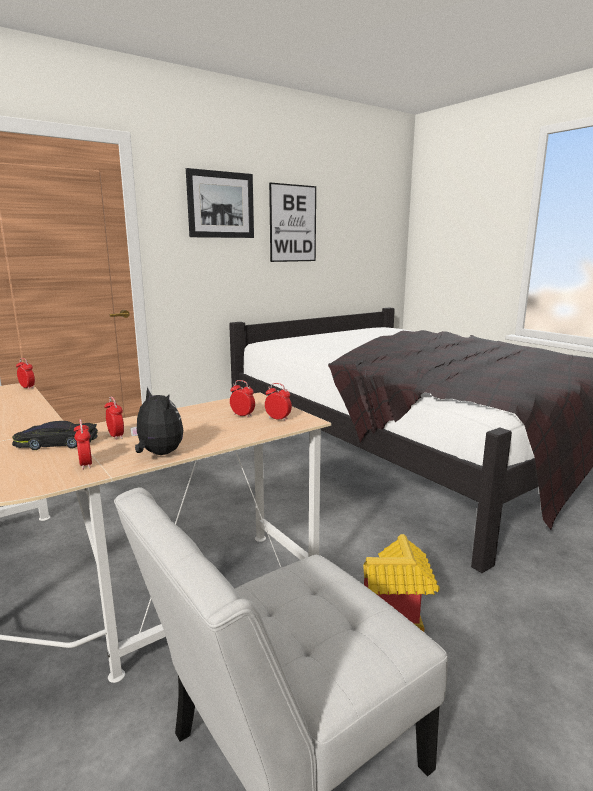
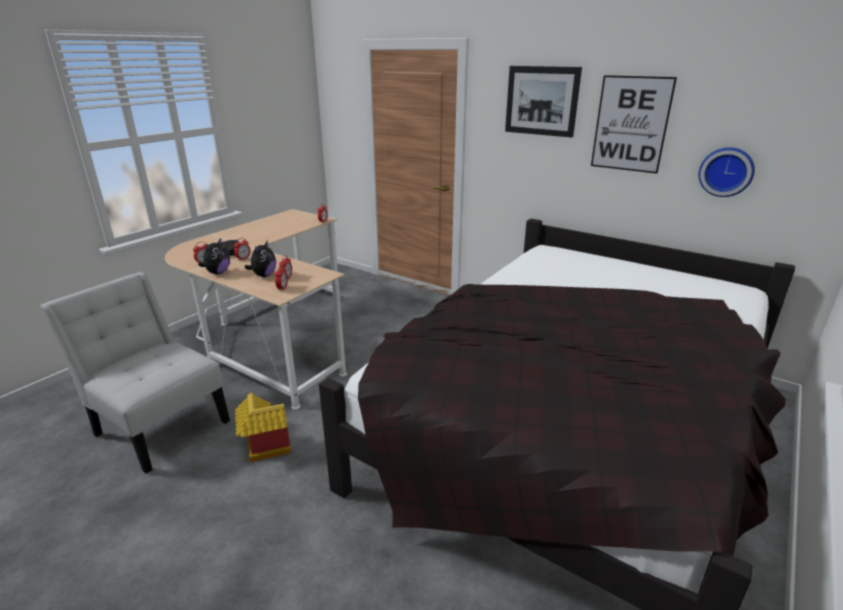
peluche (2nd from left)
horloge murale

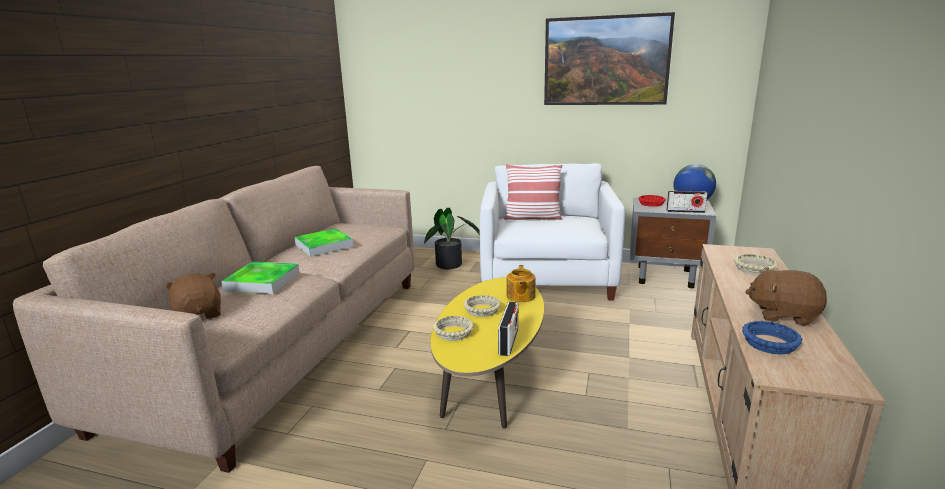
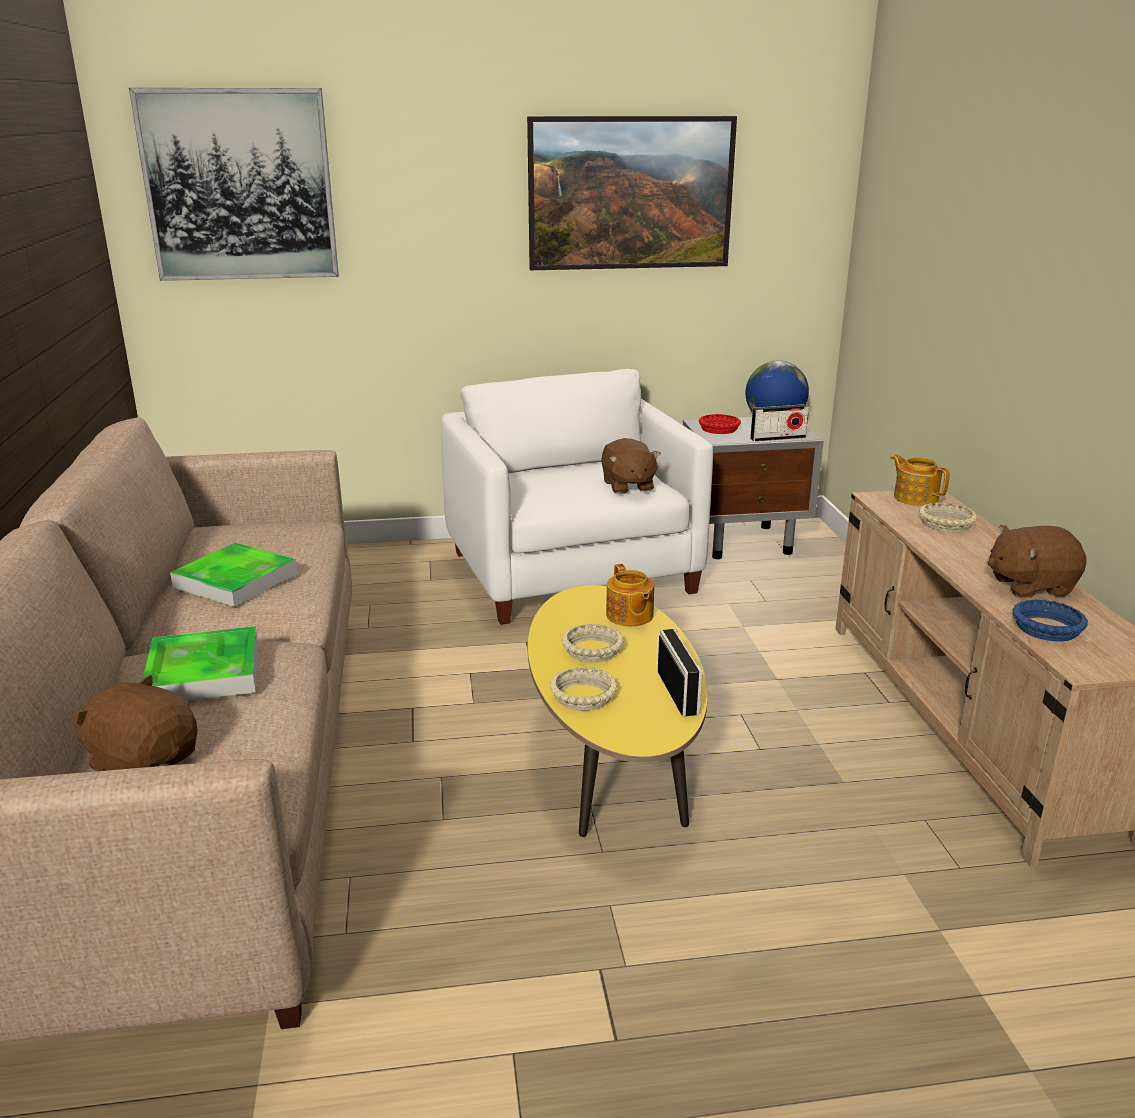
tableau (1st from left)
peluche [marron] (2nd from left)
théière (2nd from left)
plante en pot
coussin

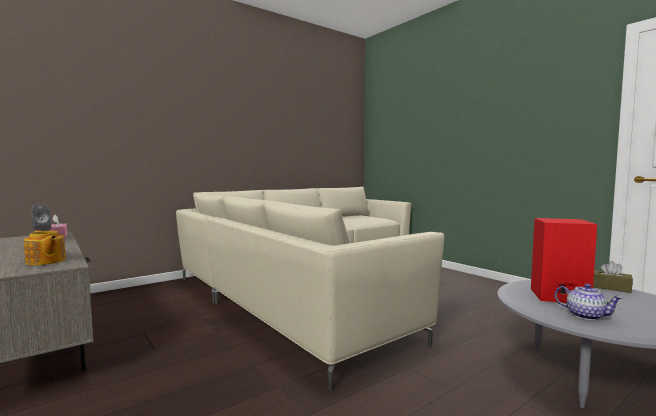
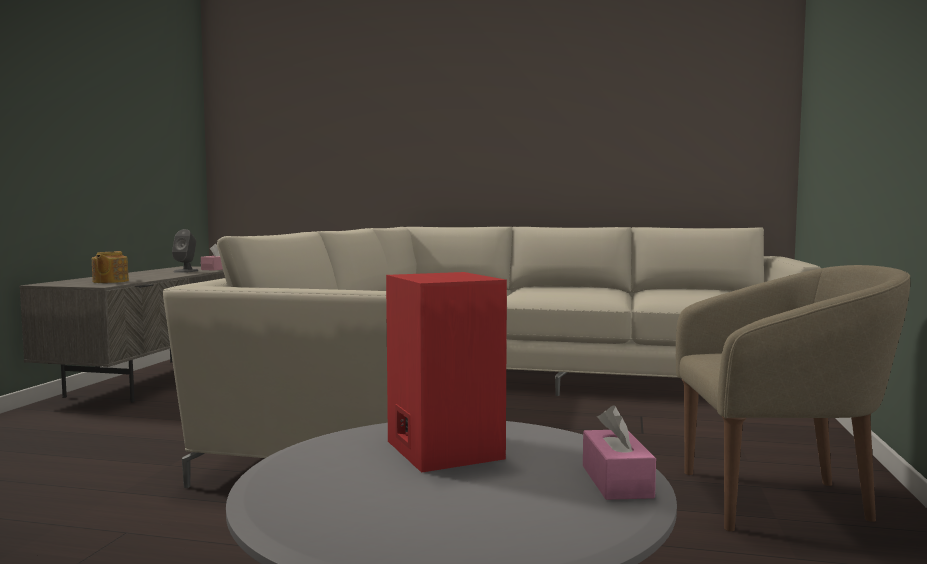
boîte à mouchoirs [rose] (2nd from left)
fauteuil [beige]
théière (2nd from left in the first image)

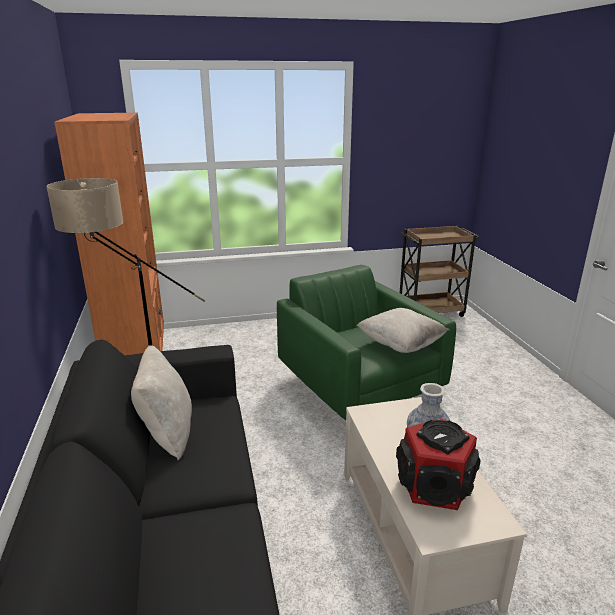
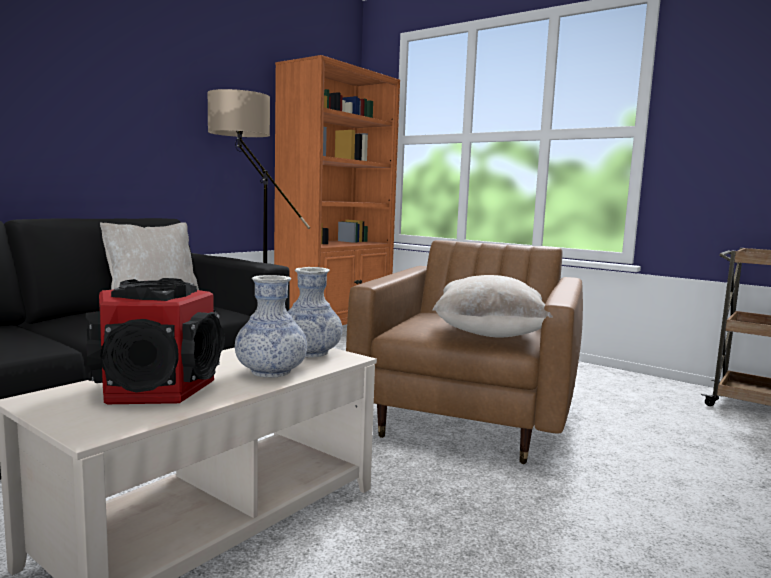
vase (2nd from left)
fauteuil [marron]

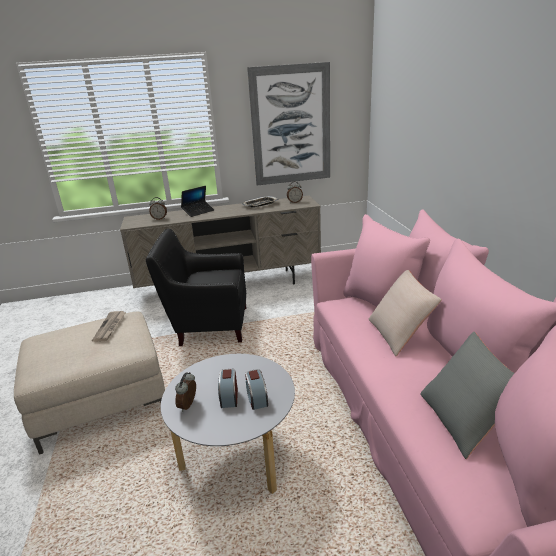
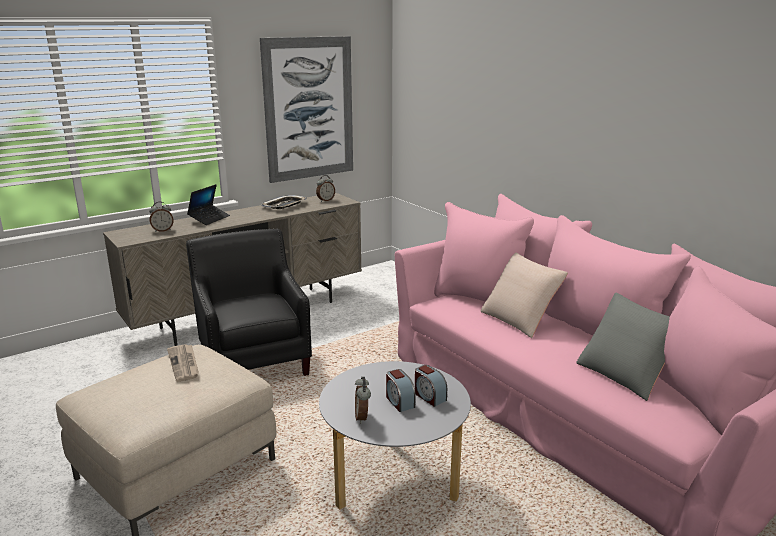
fauteuil [noir]

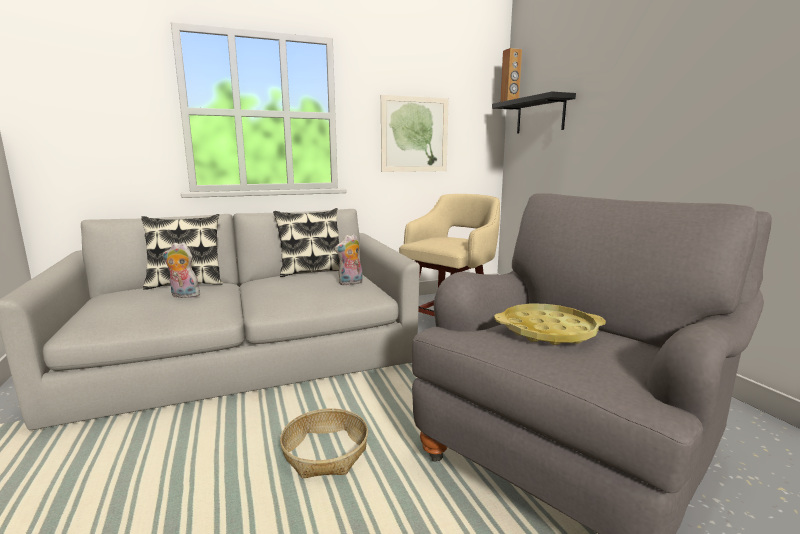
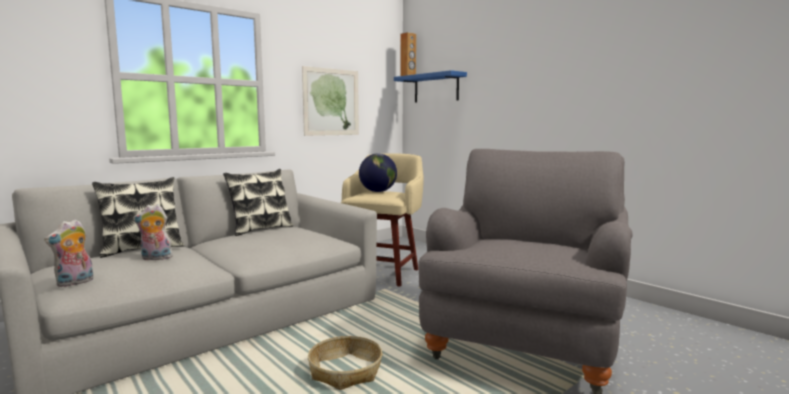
peluche (1st from left)
globe
étagère [bleu]
plateau [jaune]

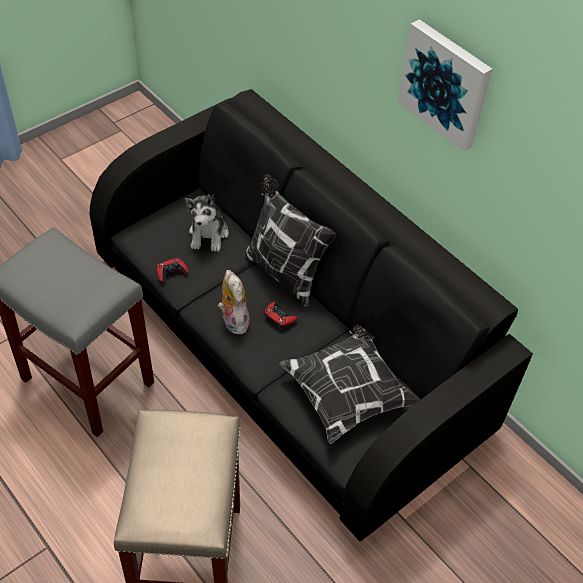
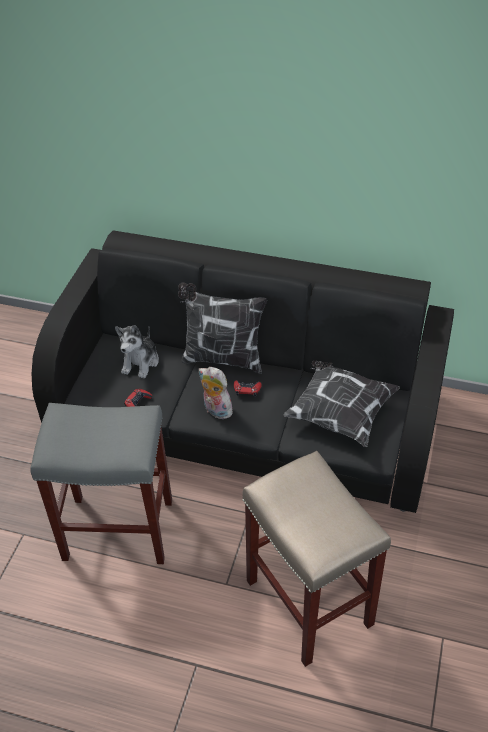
peluche (1st from left)
tableau

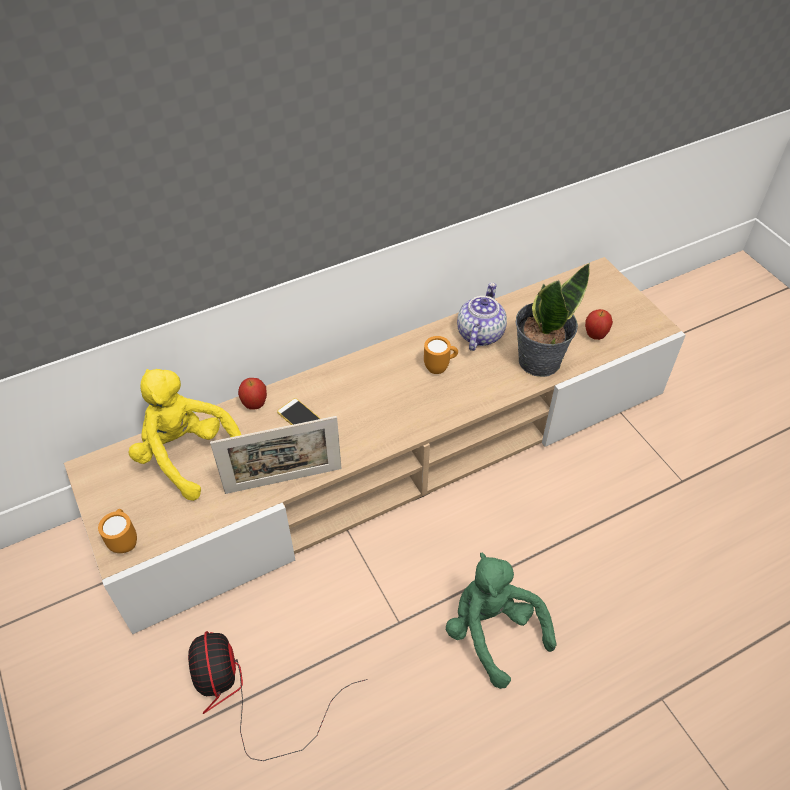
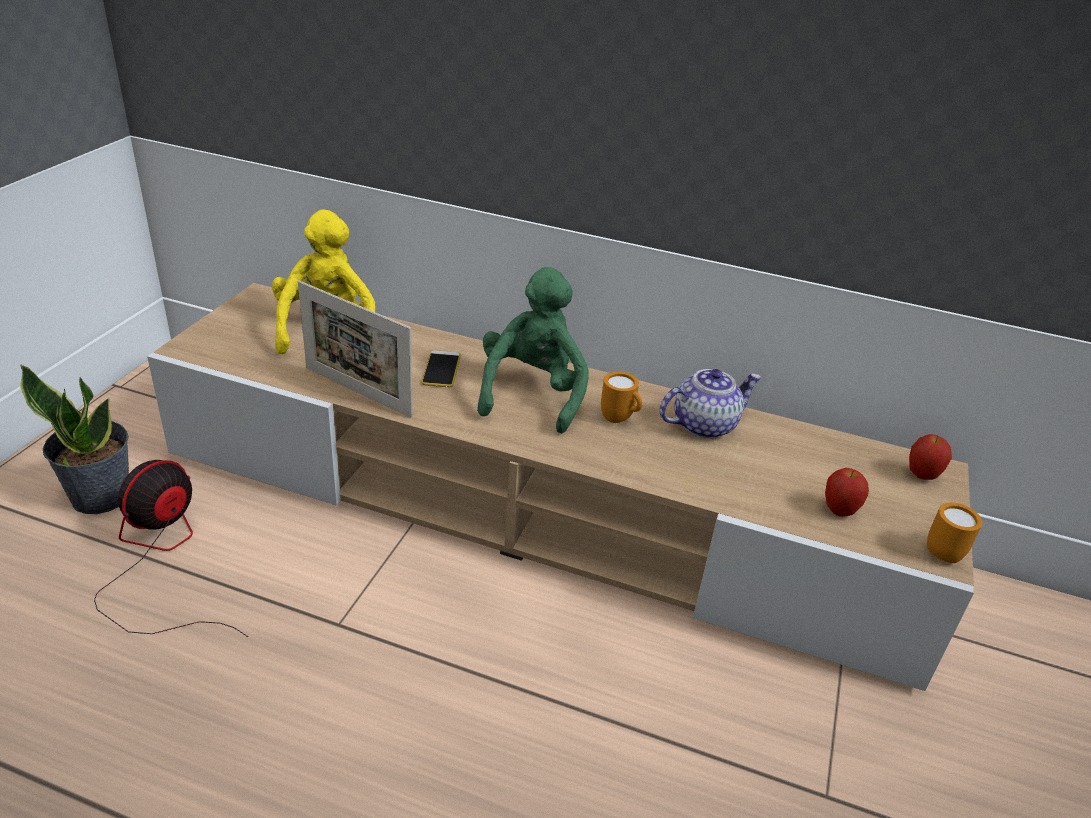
plante en pot
peluche [vert]
pomme (2nd from left)
mug [orange] (2nd from left)

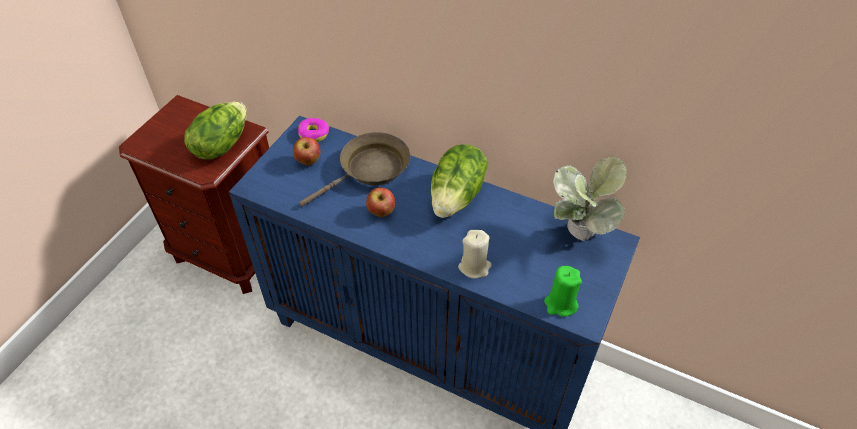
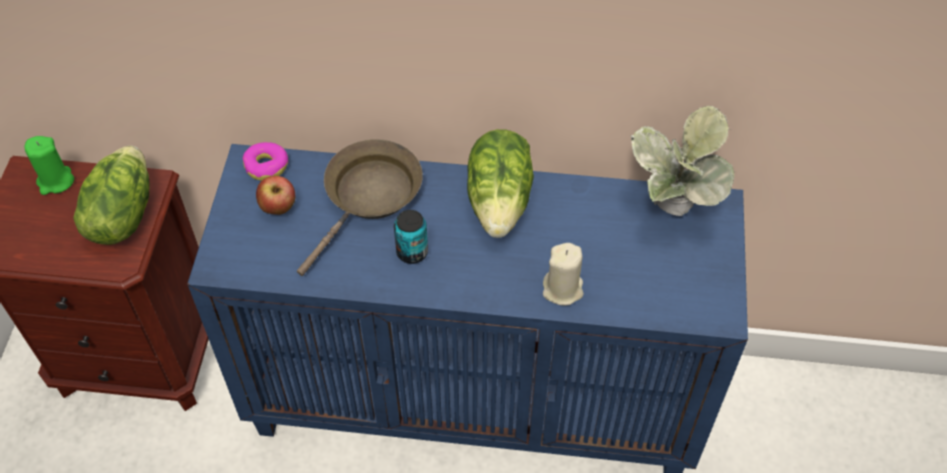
bougie [vert]
boîte métallique

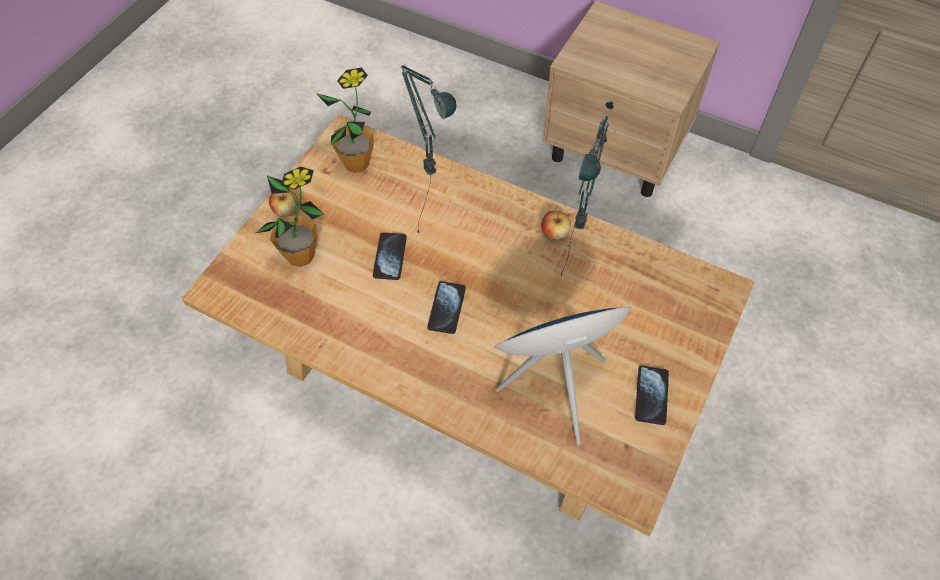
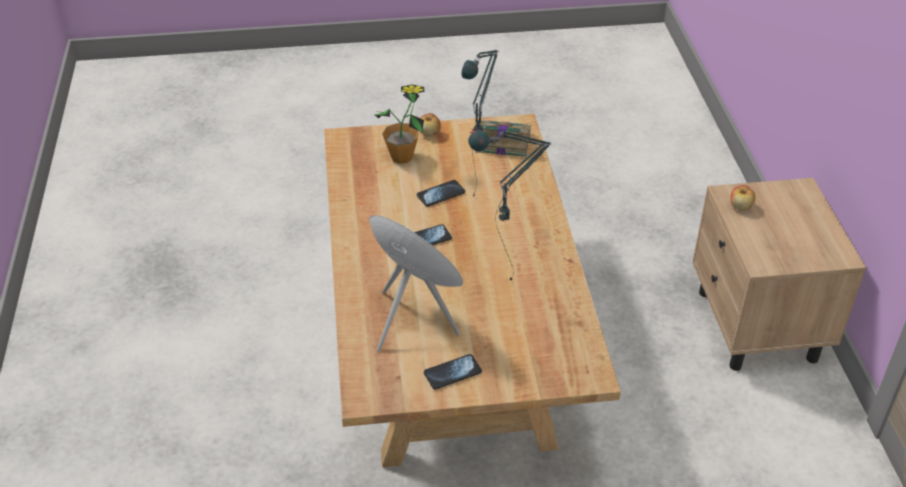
livre
pomme (2nd from left)

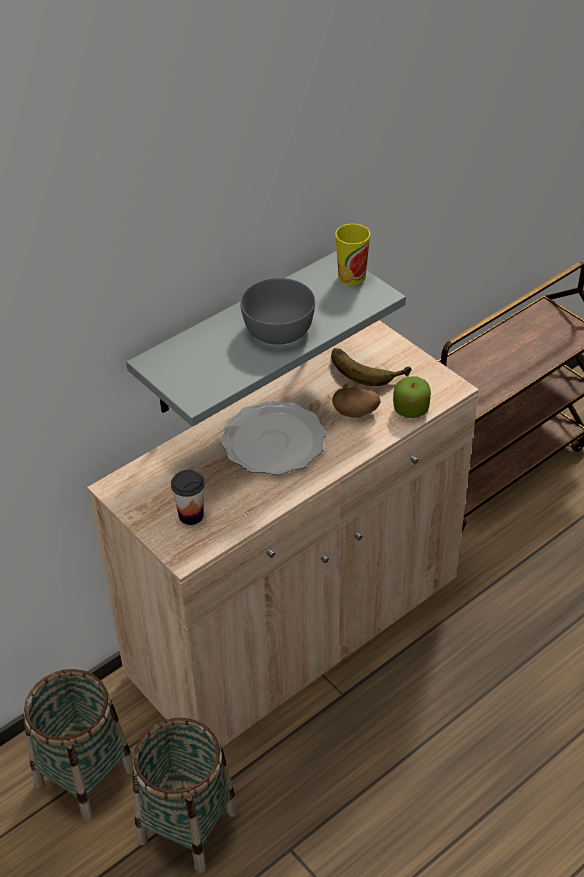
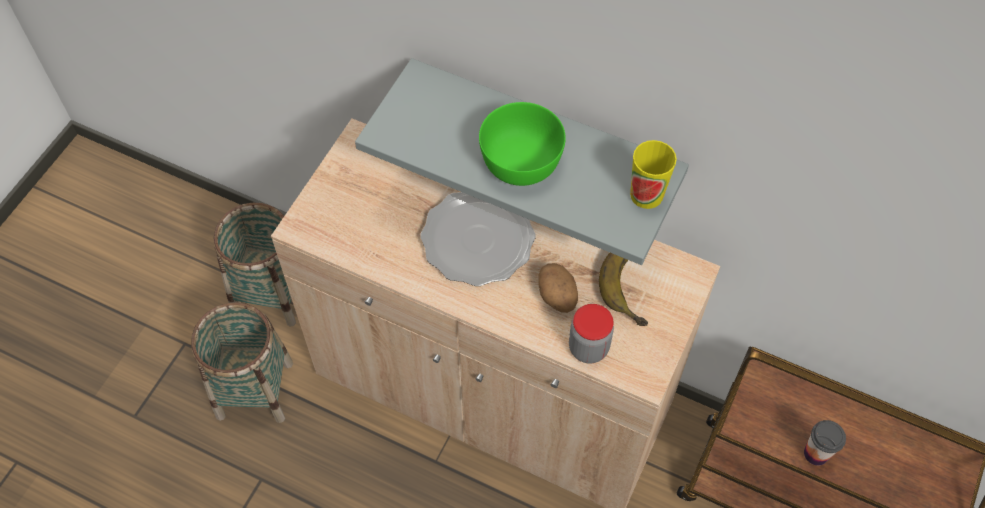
bol [vert]
bocal
tasse (2nd from left)

